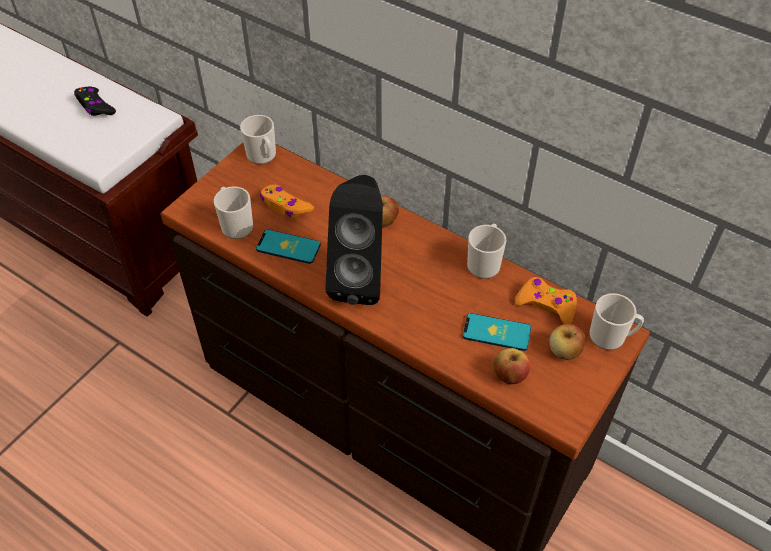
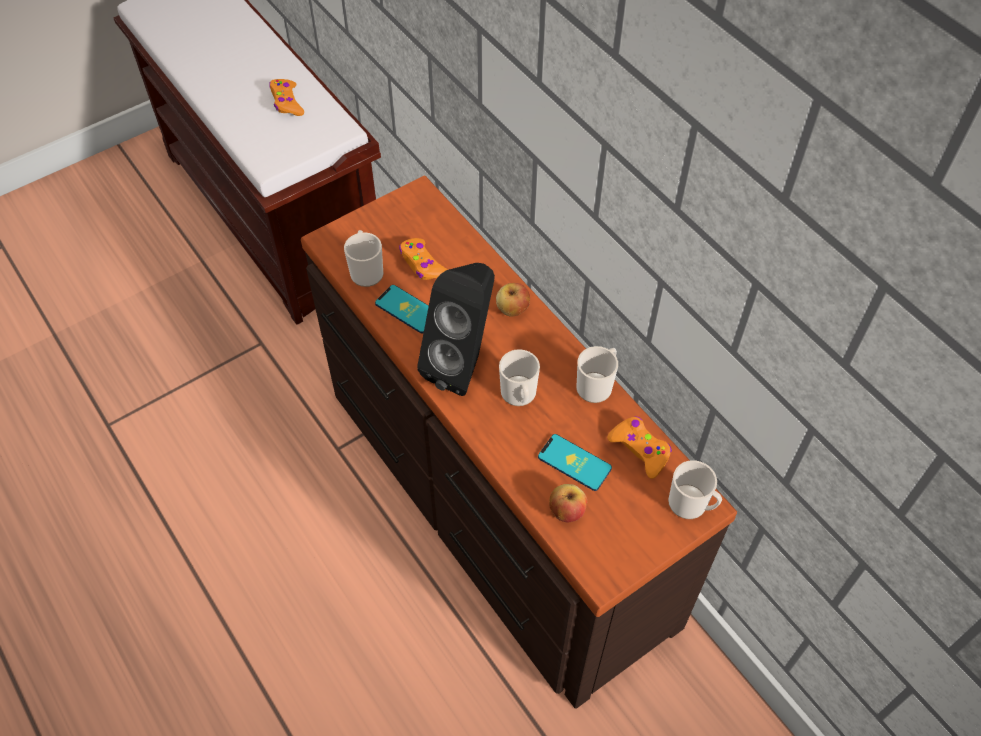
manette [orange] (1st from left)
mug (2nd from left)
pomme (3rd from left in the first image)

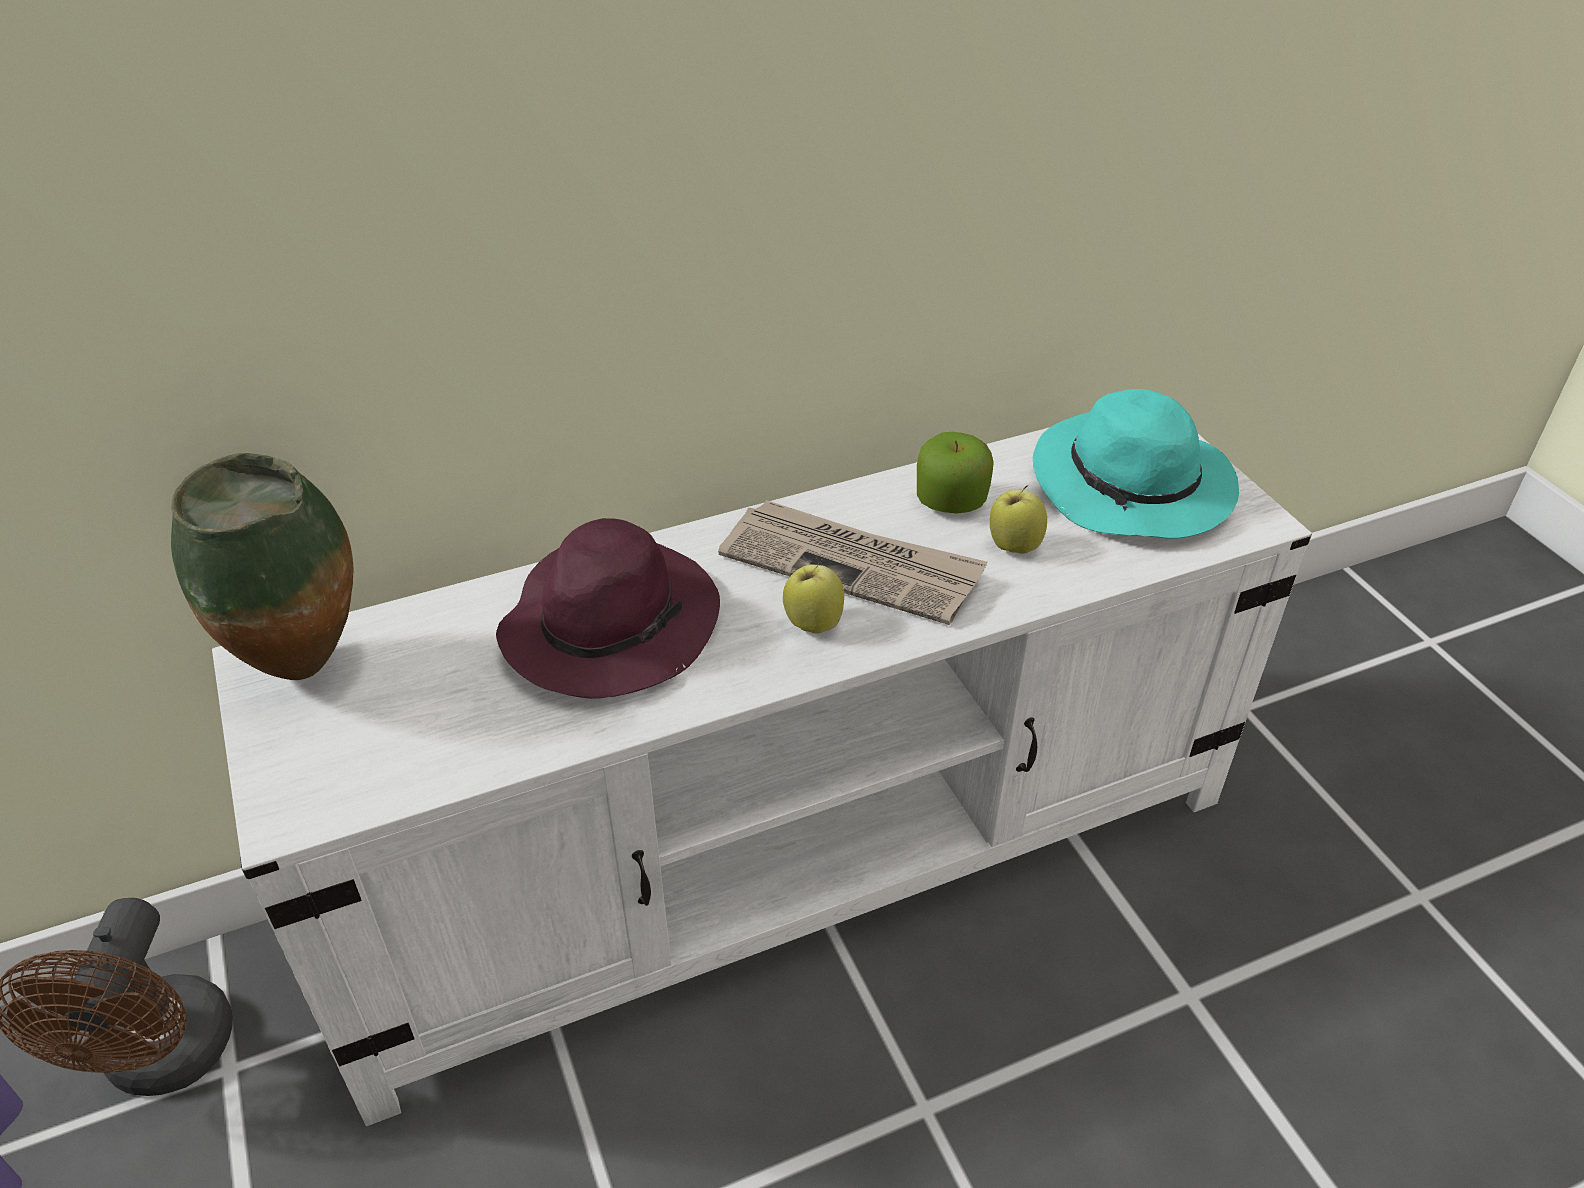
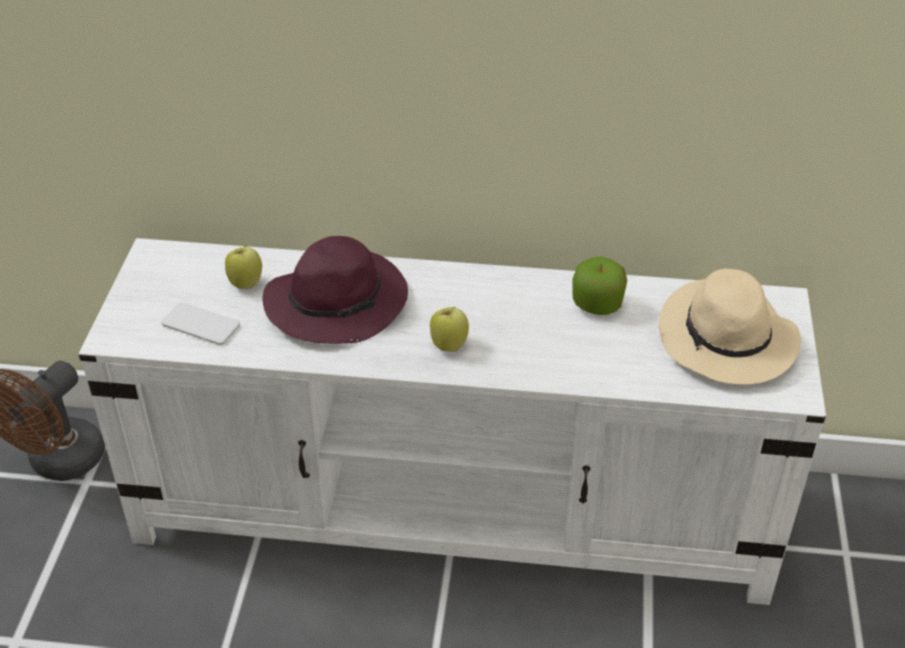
téléphone
pomme (1st from left)
chapeau [beige]
vase
journal

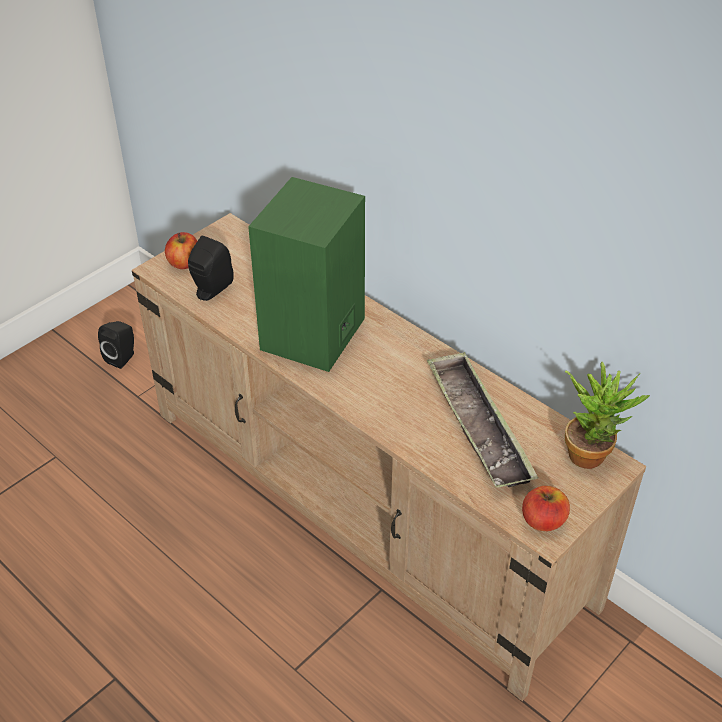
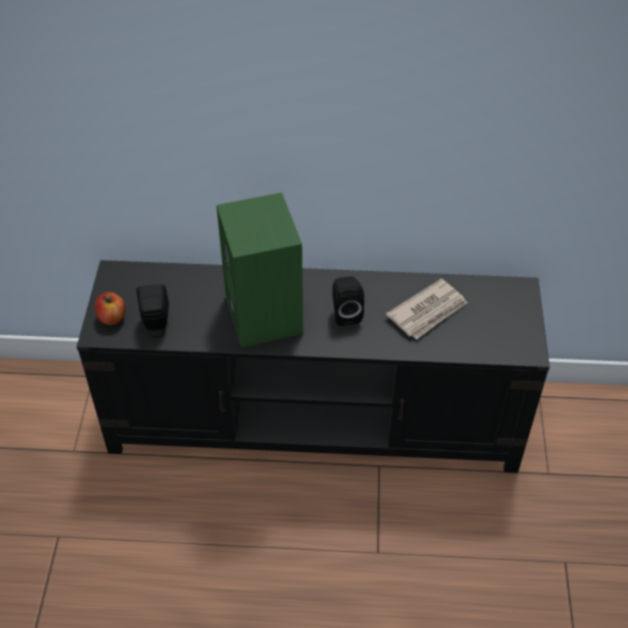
meuble télé [noir]
enceinte [noir] (2nd from left)
journal
pomme (2nd from left in the first image)
plante en pot

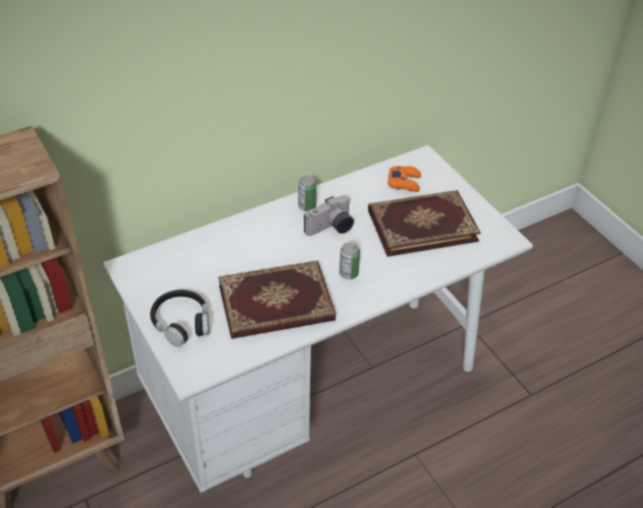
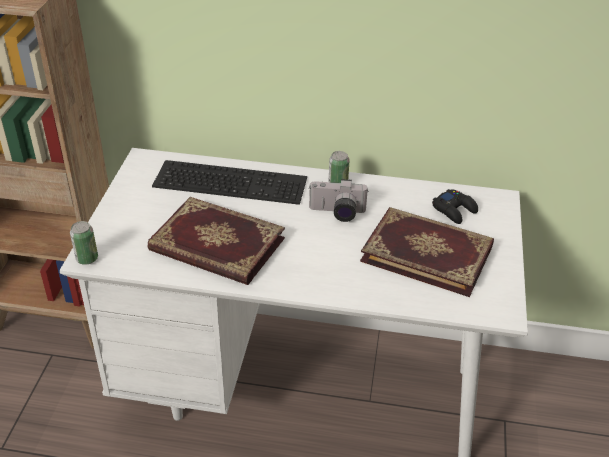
boîte métallique (1st from left)
clavier
manette [noir]
casque audio [noir]

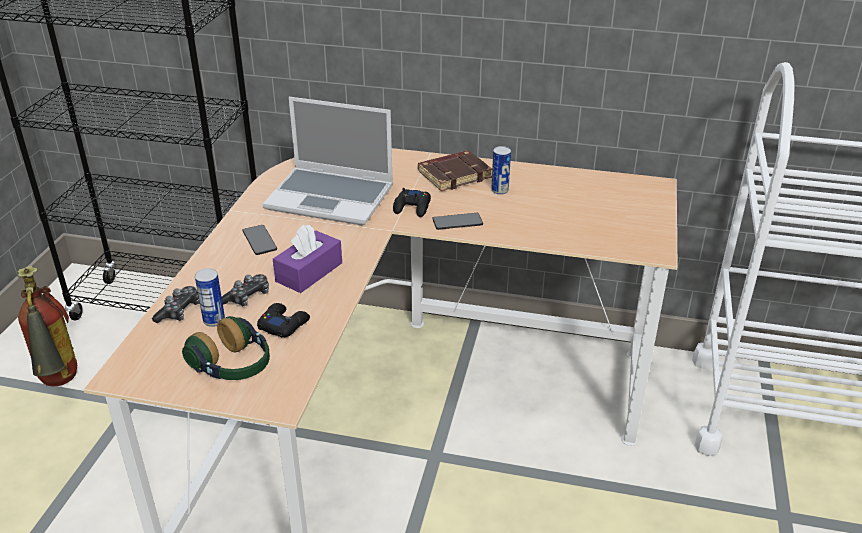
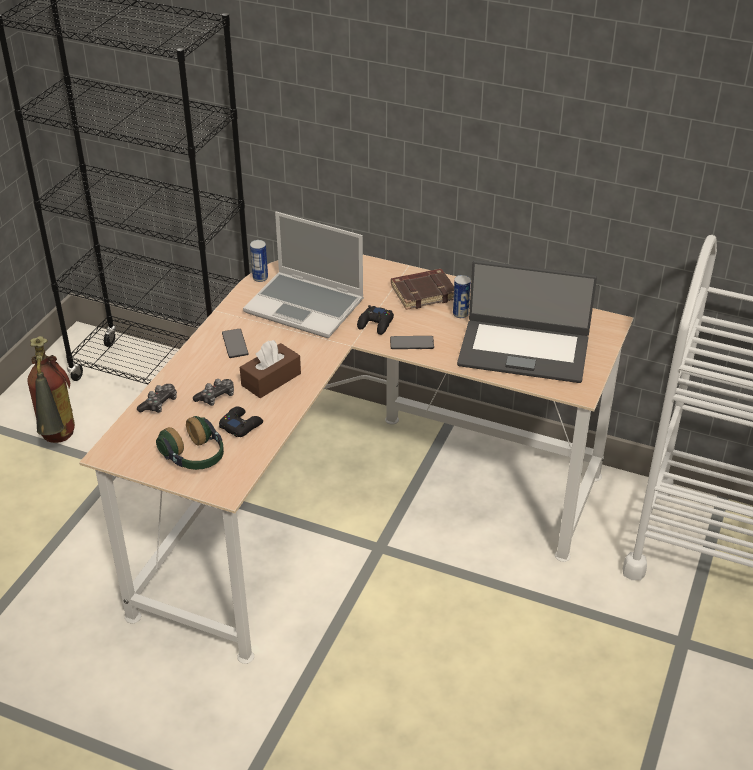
boîte à mouchoirs [marron]
boîte métallique (1st from left)
ordinateur portable (2nd from left)

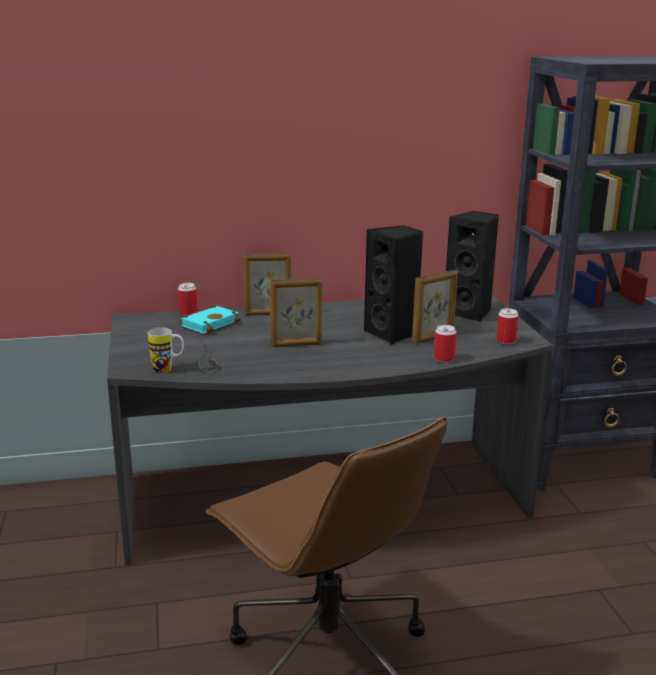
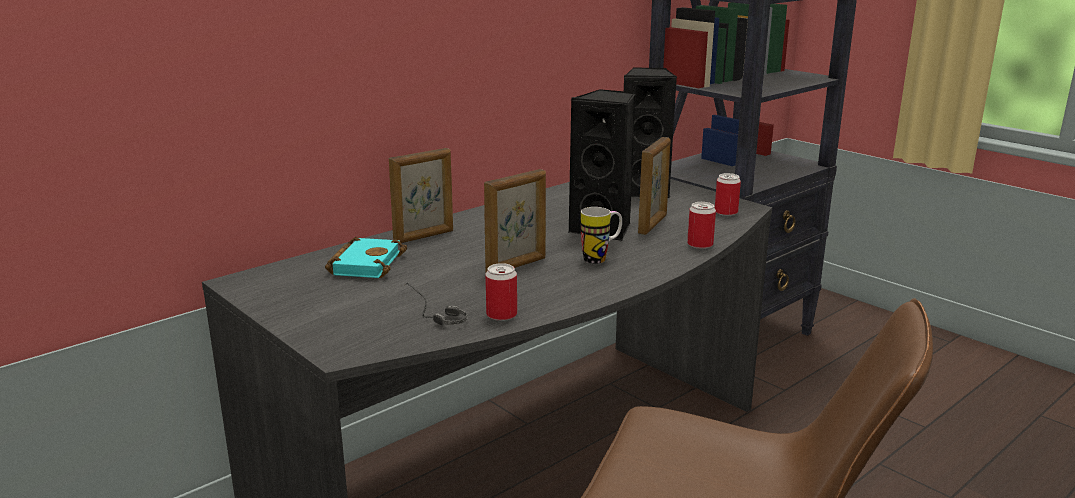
boîte métallique (1st from left)
mug

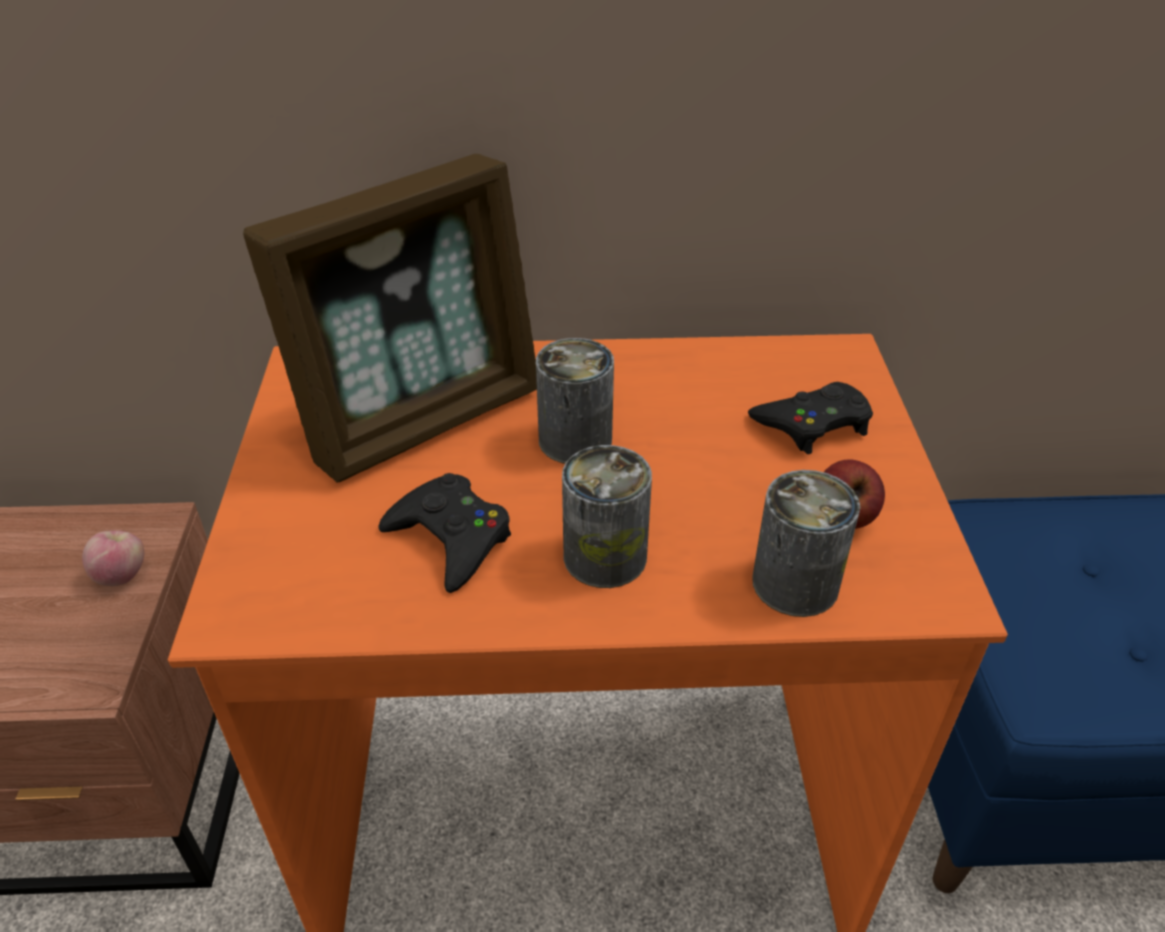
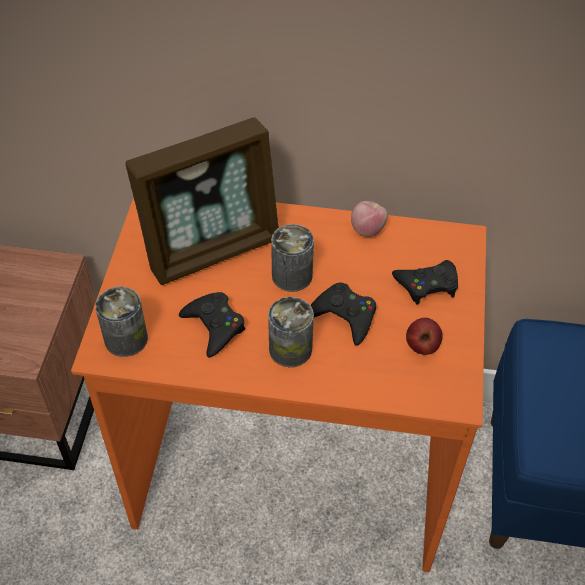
boîte métallique (1st from left)
manette [noir] (2nd from left)
pomme (1st from left)

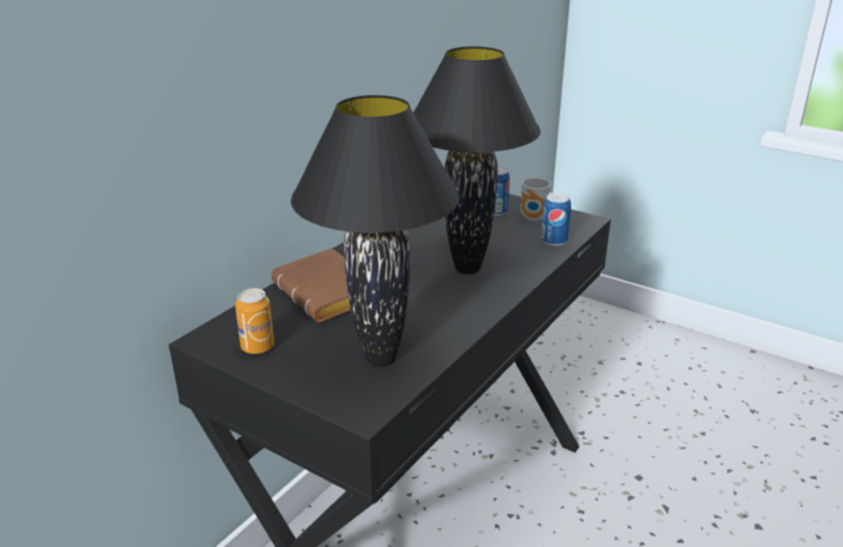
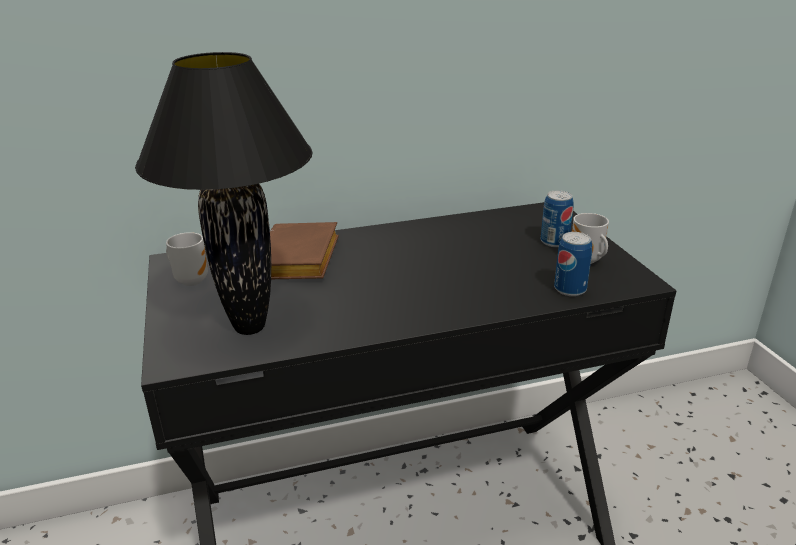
mug (1st from left)
lampe de table [noir] (2nd from left in the first image)

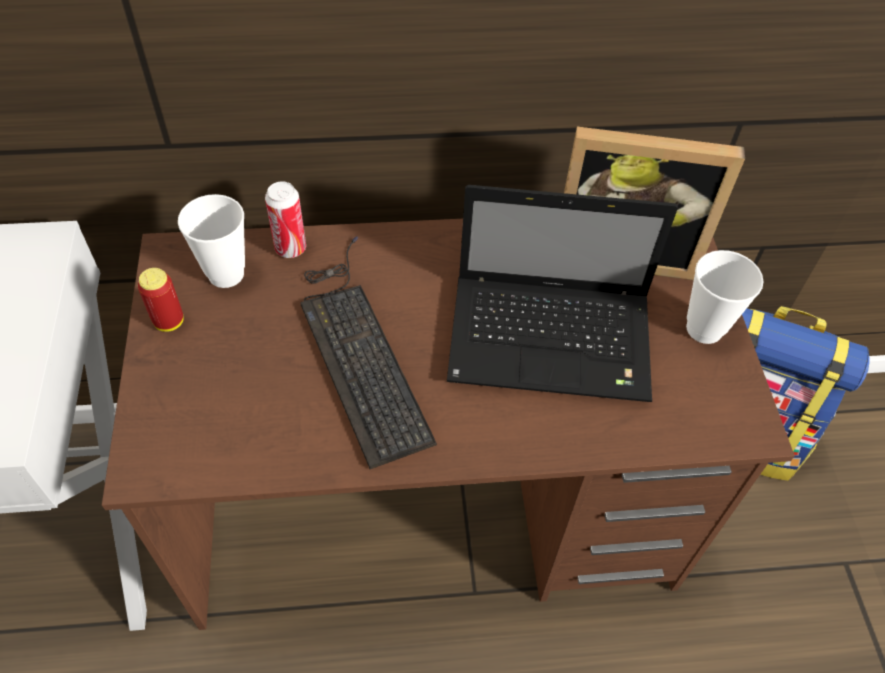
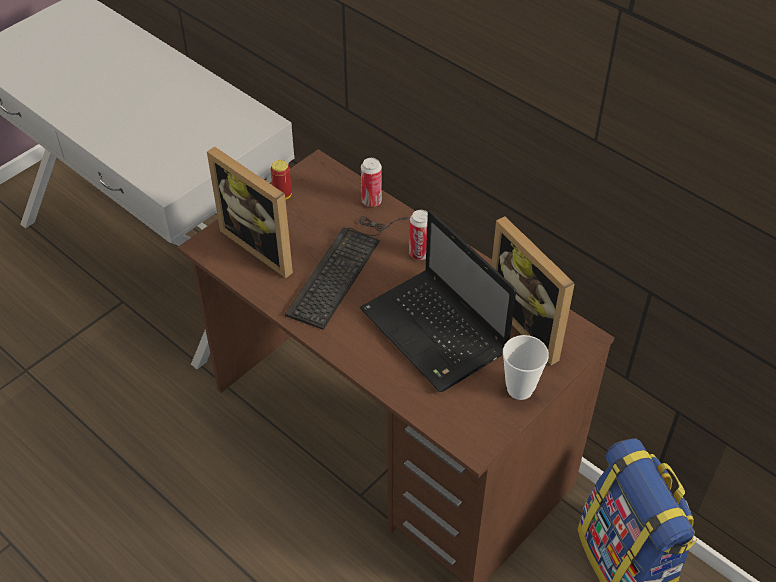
cadre photo (1st from left)
boîte métallique (3rd from left)
tasse (1st from left in the first image)

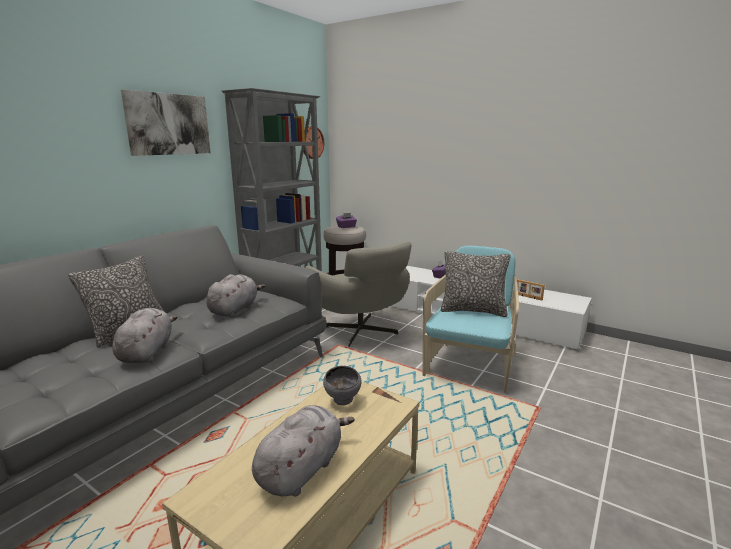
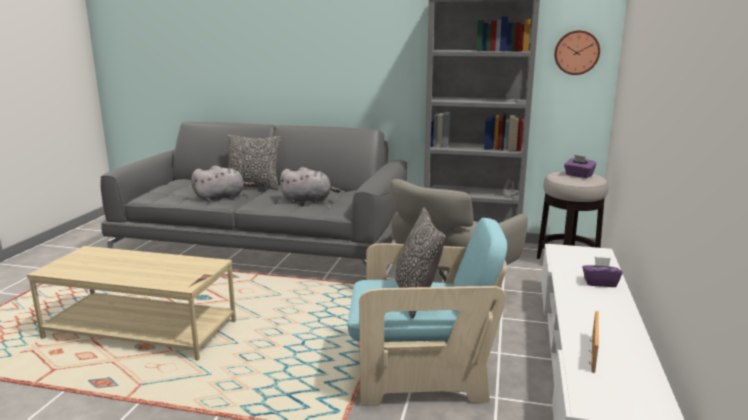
tableau
peluche [gris] (3rd from left in the first image)
bol [gris]

